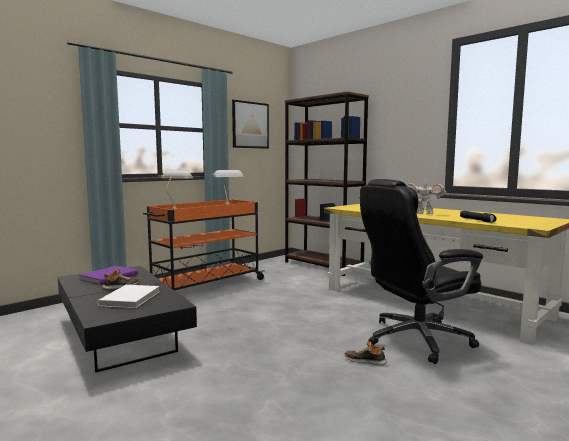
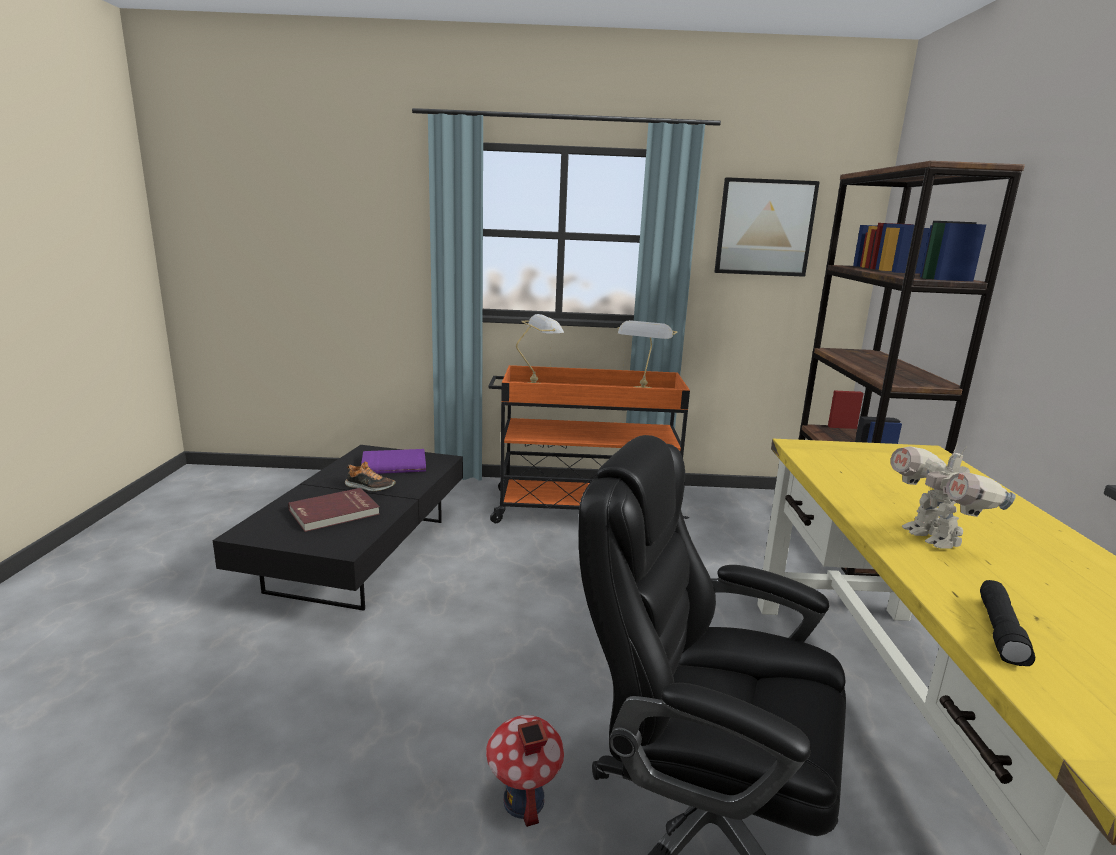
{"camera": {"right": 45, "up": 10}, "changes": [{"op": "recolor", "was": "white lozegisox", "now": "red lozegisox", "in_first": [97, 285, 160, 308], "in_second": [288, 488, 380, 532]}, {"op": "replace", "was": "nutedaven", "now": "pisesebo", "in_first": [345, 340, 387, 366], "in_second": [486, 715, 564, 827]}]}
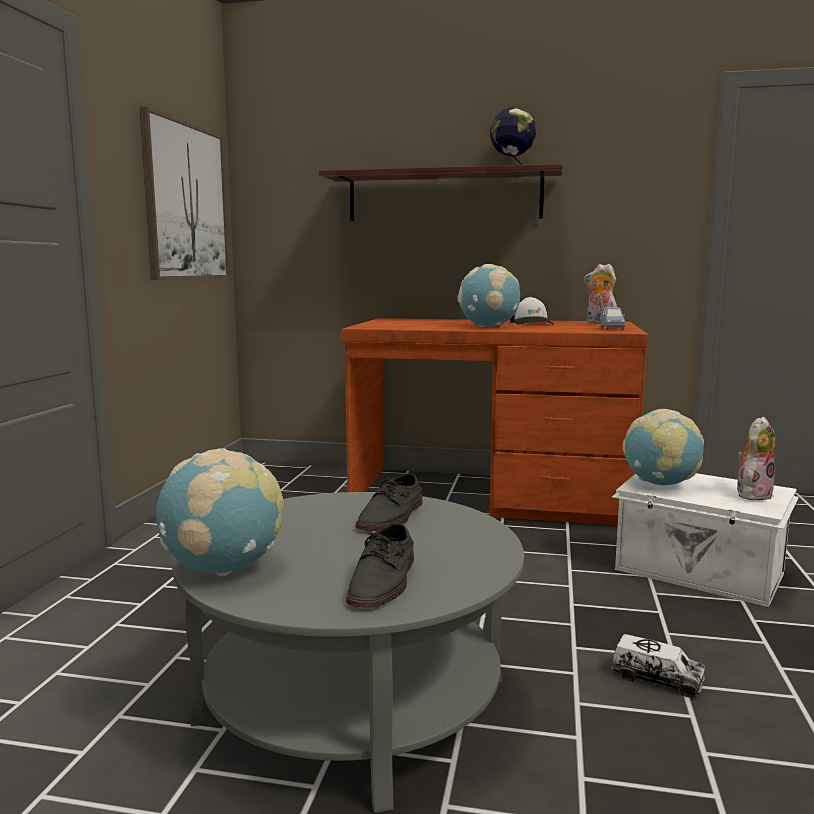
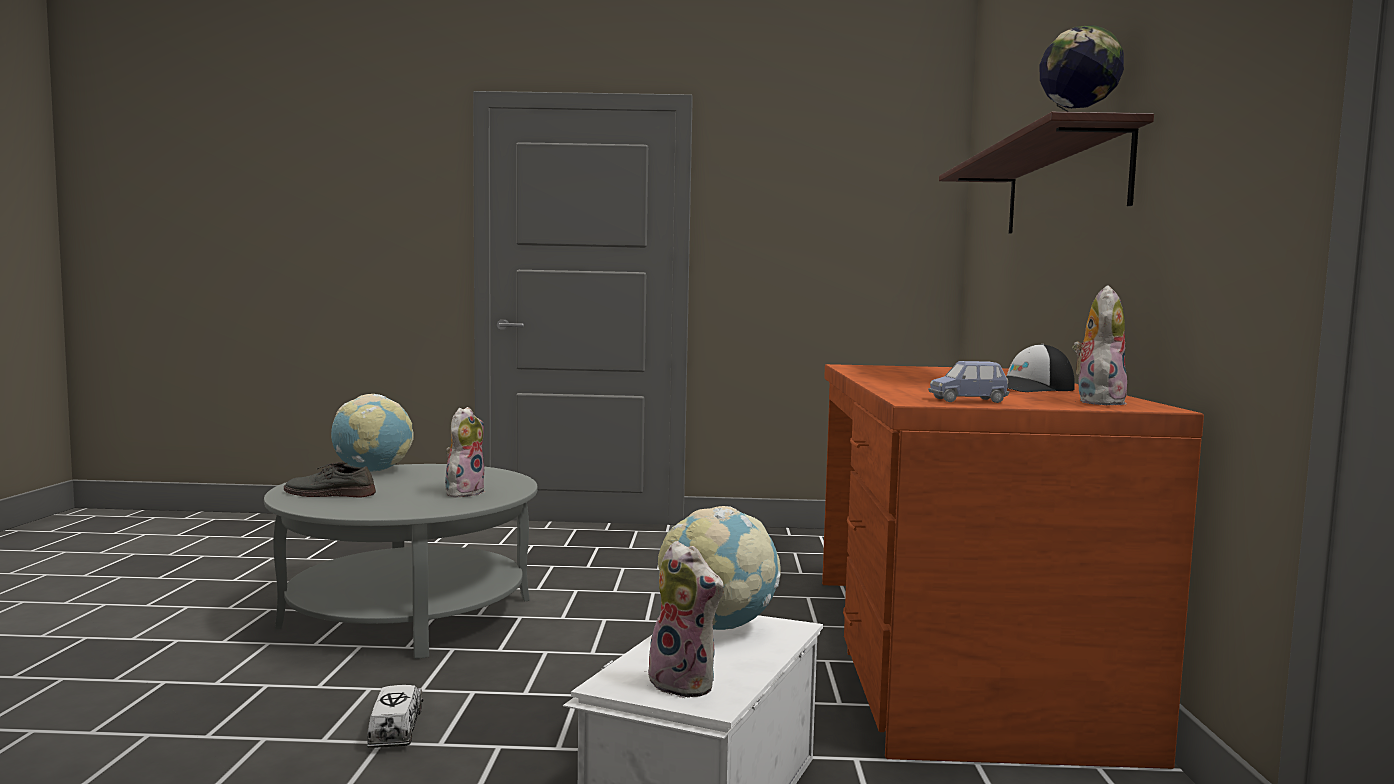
{"camera": {"right": 80, "up": -5}, "changes": [{"op": "rotate", "was": "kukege", "in_first": [611, 634, 705, 698], "in_second": [367, 685, 423, 748], "clockwise": 150}, {"op": "replace", "was": "grey nutedaven", "now": "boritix", "in_first": [356, 473, 423, 531], "in_second": [445, 407, 485, 497]}, {"op": "delete", "was": "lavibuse", "in_first": [139, 106, 230, 280]}, {"op": "delete", "was": "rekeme", "in_first": [457, 264, 520, 327]}]}
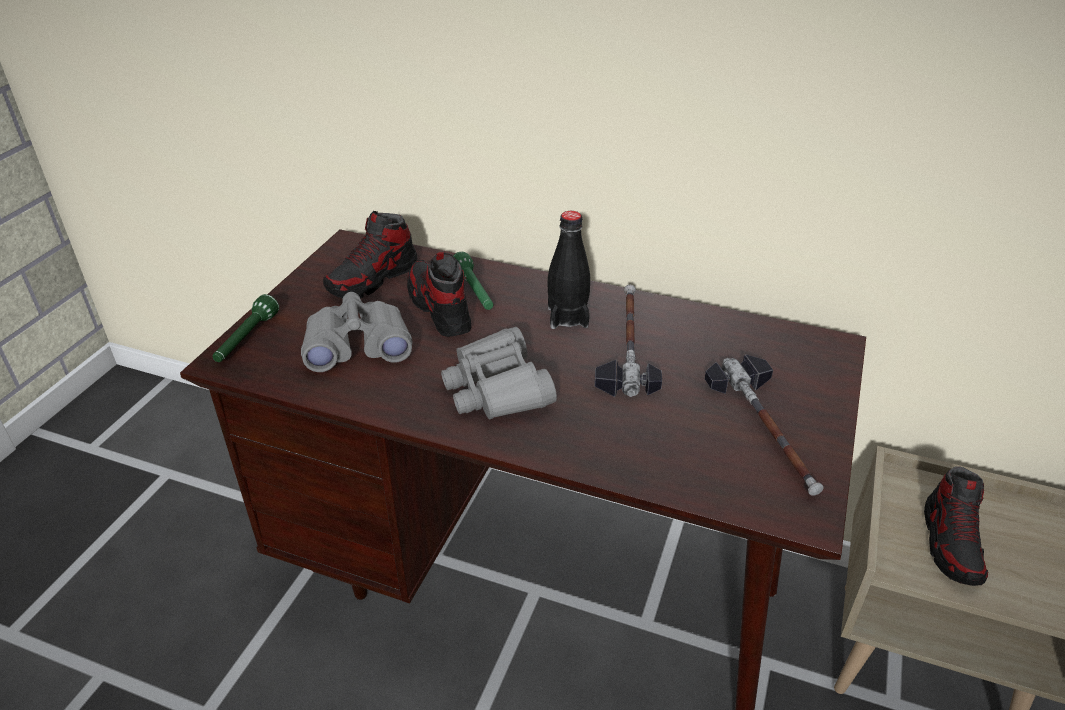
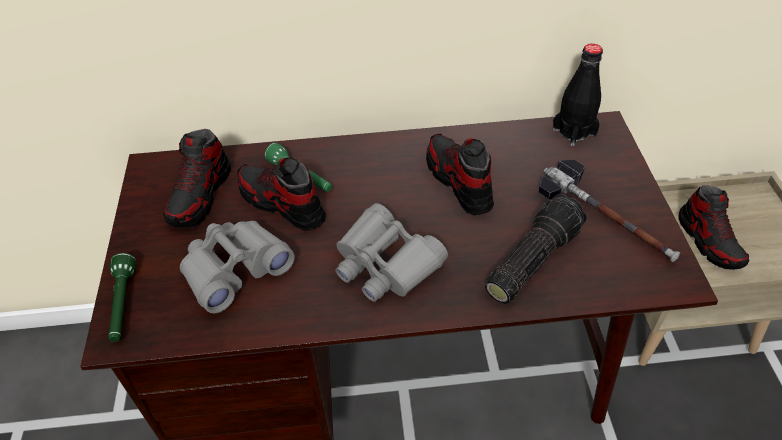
{"camera": {"right": -25, "up": 10}, "changes": [{"op": "replace", "was": "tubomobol", "now": "nutedaven", "in_first": [594, 285, 662, 397], "in_second": [426, 134, 494, 215]}, {"op": "insert", "now": "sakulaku", "in_second": [484, 194, 587, 304]}, {"op": "move", "was": "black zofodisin", "in_first": [547, 211, 590, 329], "in_second": [552, 44, 603, 146]}]}
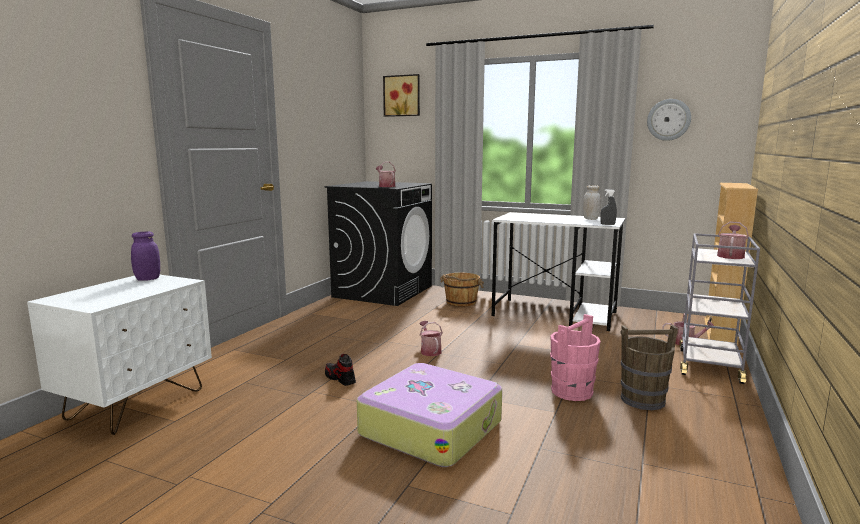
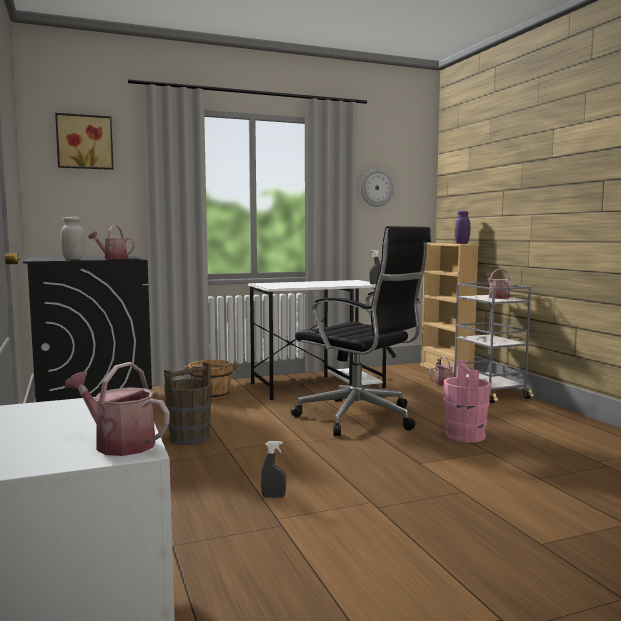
{"camera": {"right": -45, "up": -5}, "changes": [{"op": "move", "was": "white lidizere", "in_first": [583, 185, 601, 220], "in_second": [61, 217, 85, 260]}, {"op": "move", "was": "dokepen", "in_first": [419, 321, 443, 356], "in_second": [65, 362, 170, 456]}, {"op": "move", "was": "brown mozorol", "in_first": [621, 325, 678, 410], "in_second": [164, 362, 212, 445]}, {"op": "replace", "was": "nutedaven", "now": "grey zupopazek", "in_first": [325, 354, 356, 386], "in_second": [261, 441, 286, 498]}, {"op": "insert", "now": "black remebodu", "in_second": [291, 226, 431, 436]}, {"op": "move", "was": "purple lidizere", "in_first": [131, 231, 160, 281], "in_second": [455, 211, 470, 244]}, {"op": "delete", "was": "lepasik", "in_first": [357, 363, 502, 467]}]}
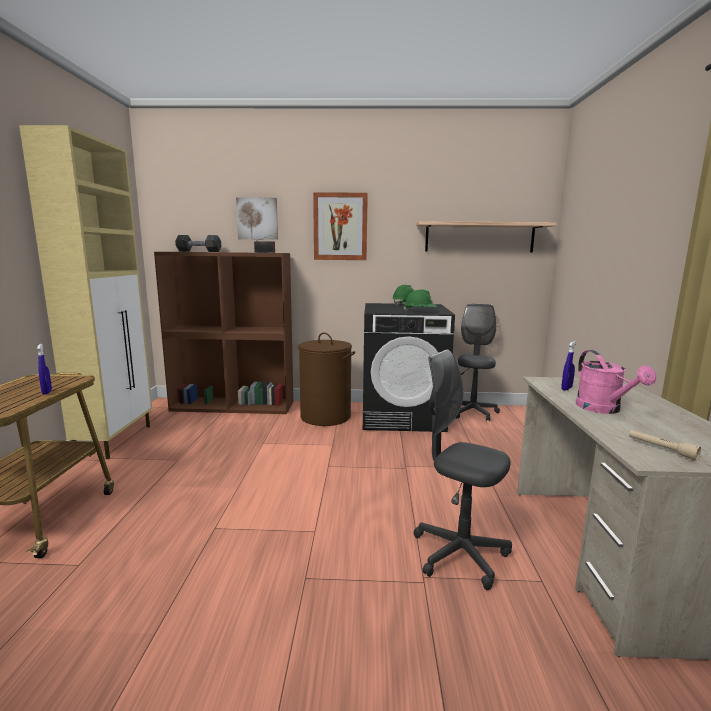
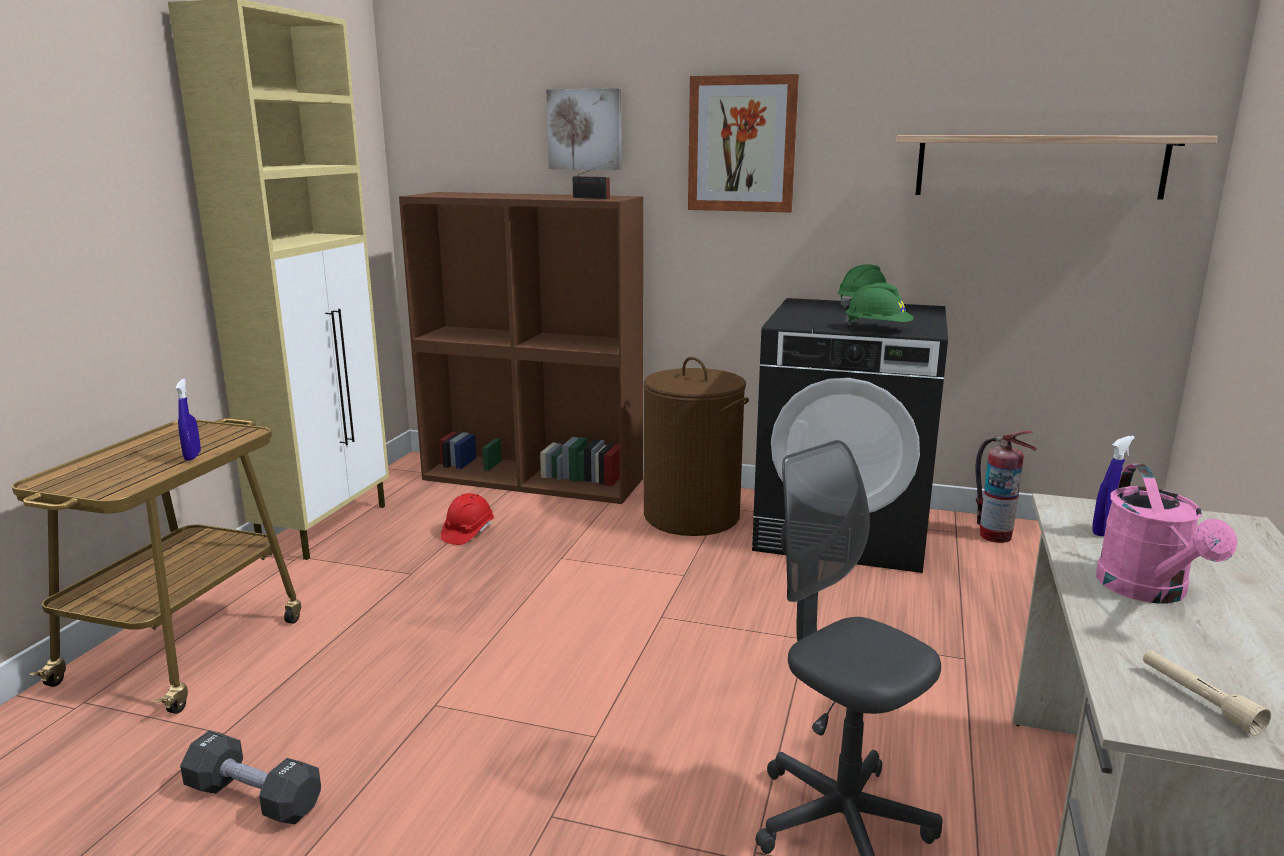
{"camera": {"right": 15, "up": 5}, "changes": [{"op": "move", "was": "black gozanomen", "in_first": [175, 235, 221, 252], "in_second": [180, 731, 321, 824]}, {"op": "insert", "now": "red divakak", "in_second": [441, 493, 494, 545]}, {"op": "replace", "was": "grey remebodu", "now": "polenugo", "in_first": [455, 304, 500, 422], "in_second": [975, 431, 1037, 543]}]}
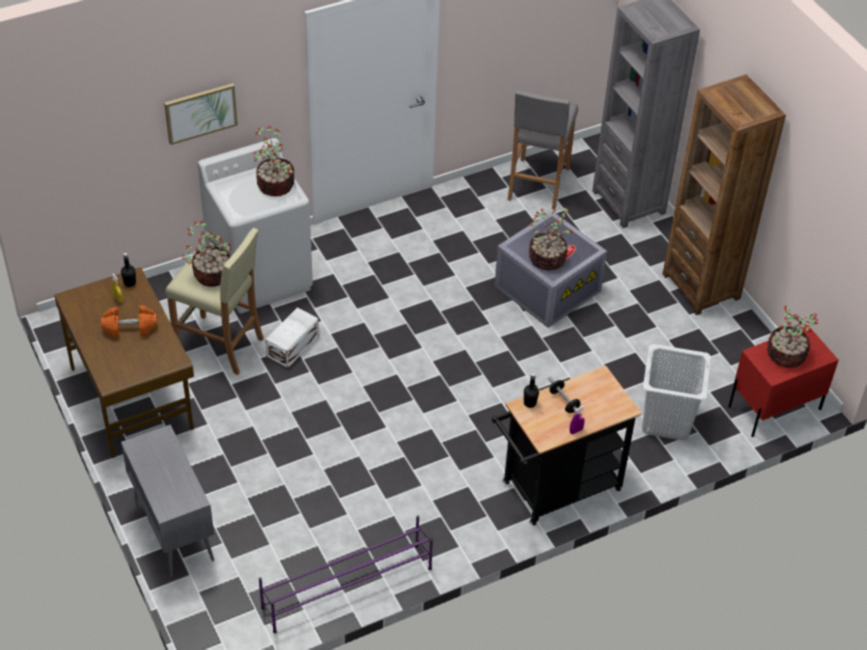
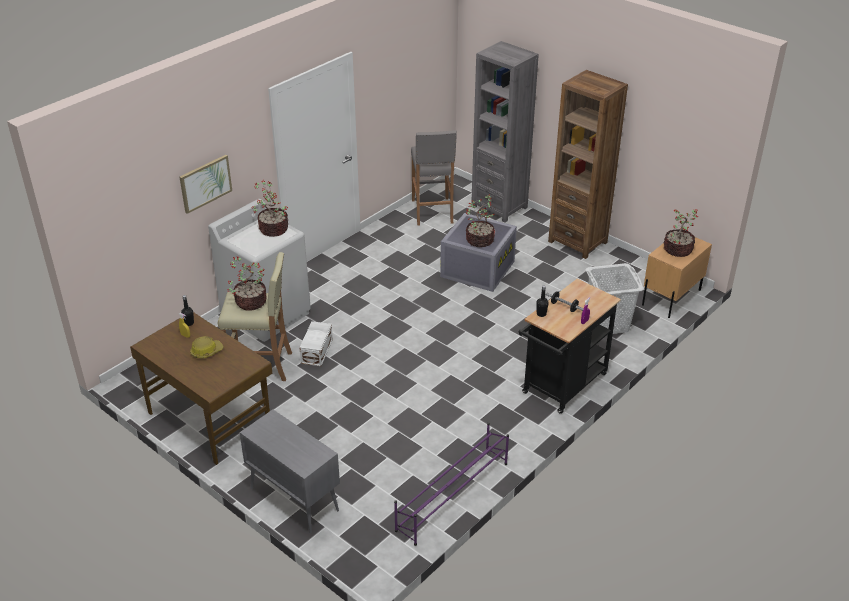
{"camera": {"right": -20, "up": -10}, "changes": [{"op": "replace", "was": "orange gozanomen", "now": "divakak", "in_first": [101, 306, 157, 337], "in_second": [190, 336, 223, 358]}, {"op": "recolor", "was": "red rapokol", "now": "beige rapokol", "in_first": [728, 326, 839, 437], "in_second": [642, 237, 712, 318]}]}
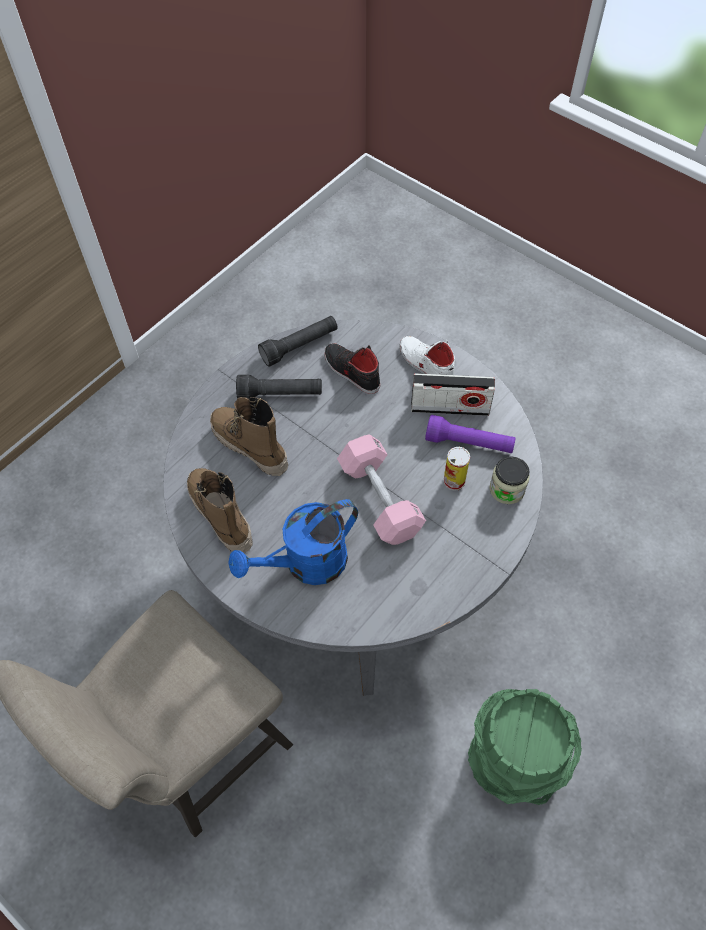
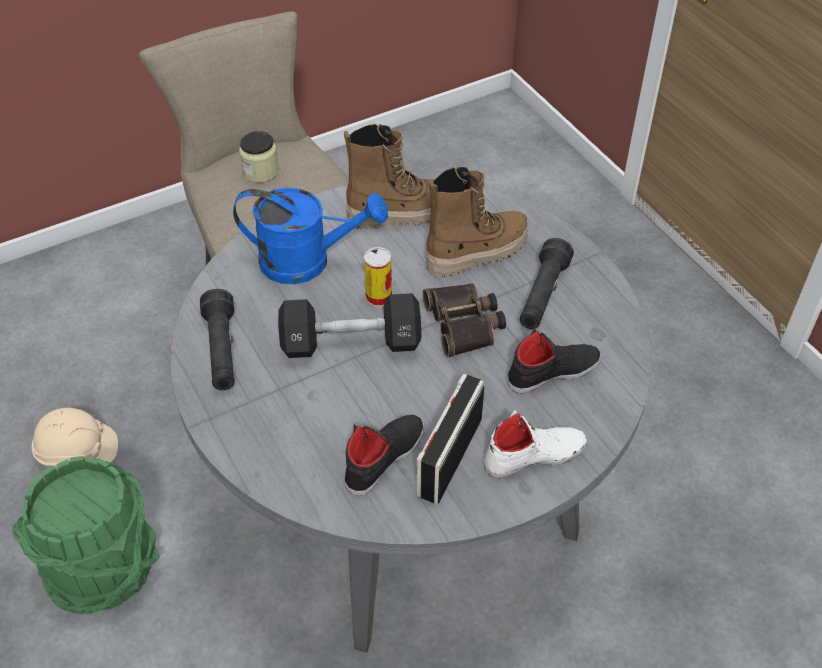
{"camera": {"right": 110, "up": -10}, "changes": [{"op": "insert", "now": "beige divakak", "in_second": [32, 408, 118, 466]}, {"op": "move", "was": "black sakulaku", "in_first": [258, 316, 338, 367], "in_second": [200, 289, 234, 390]}, {"op": "rotate", "was": "blue dokepen", "in_first": [229, 499, 358, 585], "in_second": [233, 187, 388, 284], "clockwise": 105}, {"op": "move", "was": "lidizere", "in_first": [489, 456, 530, 504], "in_second": [239, 131, 279, 183]}, {"op": "recolor", "was": "pink gozanomen", "now": "black gozanomen", "in_first": [337, 434, 426, 545], "in_second": [278, 293, 421, 358]}, {"op": "replace", "was": "purple sakulaku", "now": "black nutedaven", "in_first": [425, 415, 516, 453], "in_second": [344, 414, 424, 496]}, {"op": "move", "was": "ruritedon", "in_first": [443, 447, 470, 491], "in_second": [364, 247, 392, 307]}, {"op": "insert", "now": "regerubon", "in_second": [423, 283, 506, 357]}]}
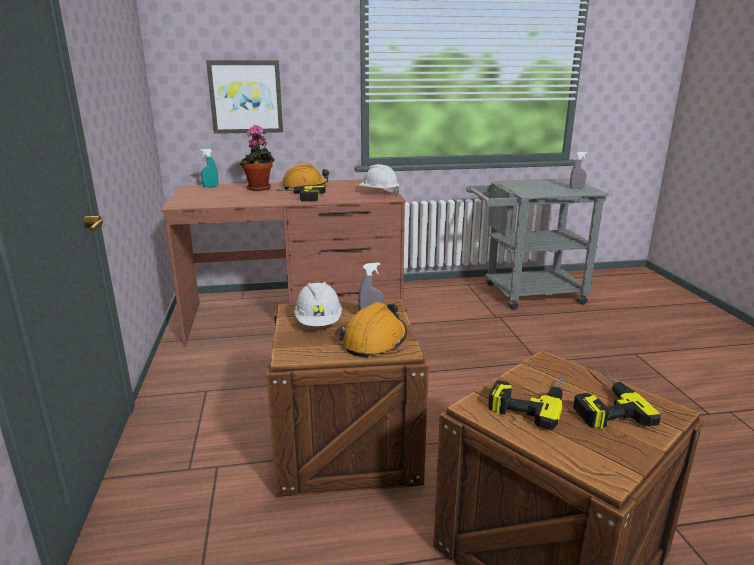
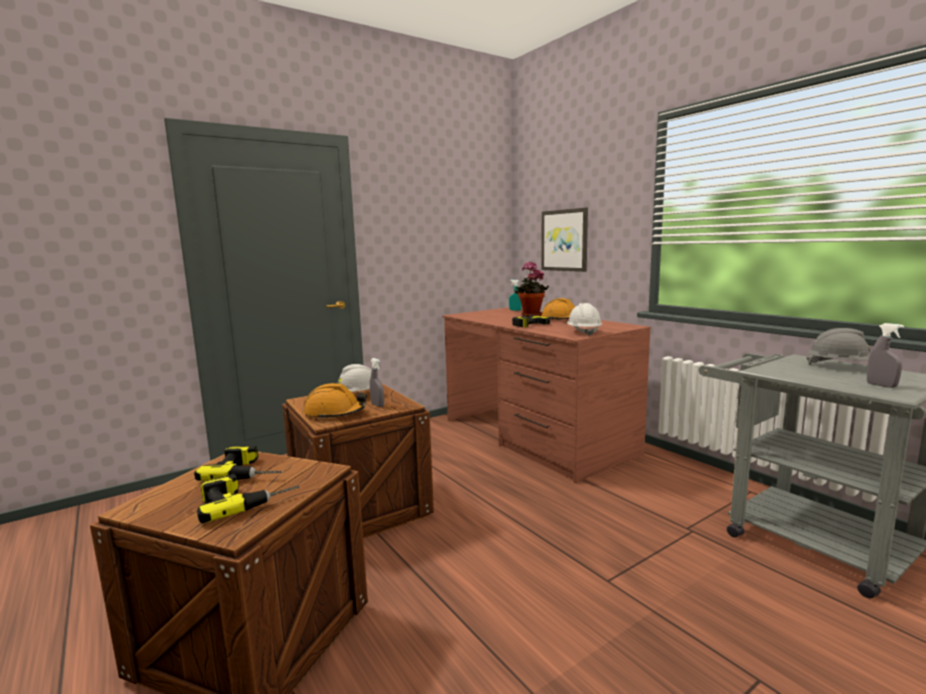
{"camera": {"right": 65, "up": -10}, "changes": [{"op": "insert", "now": "grey divakak", "in_second": [806, 328, 871, 365]}]}
